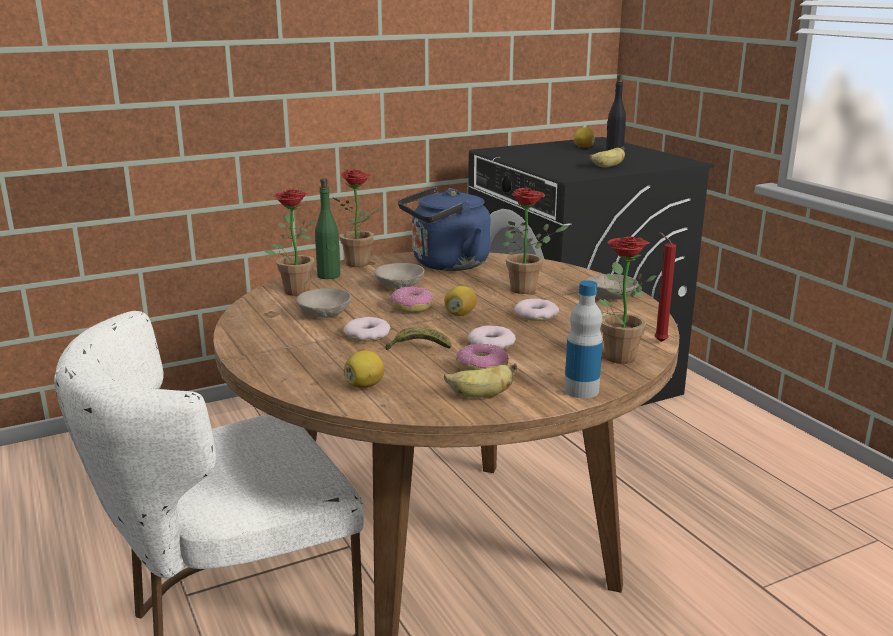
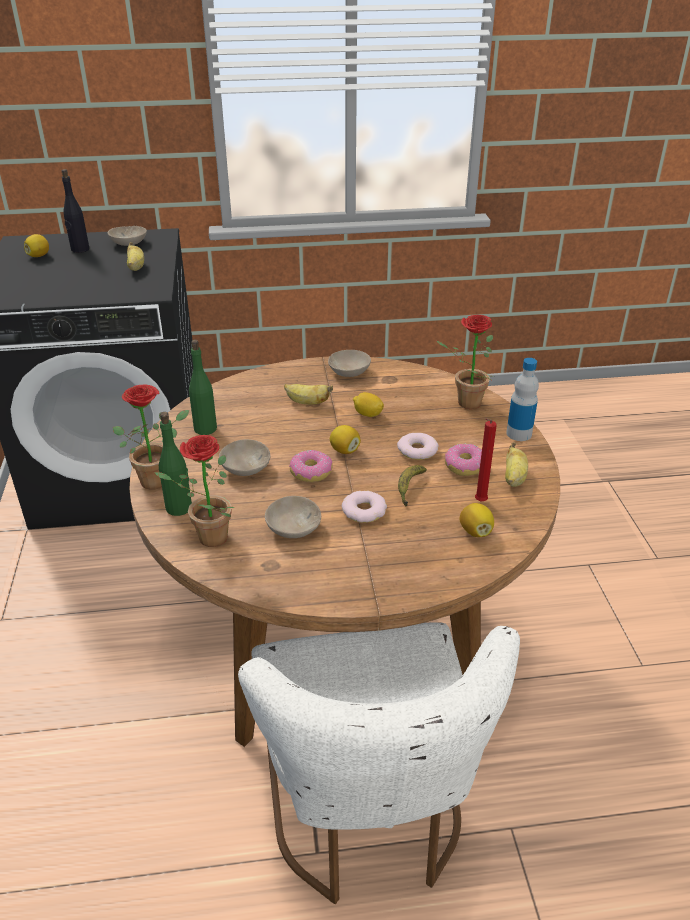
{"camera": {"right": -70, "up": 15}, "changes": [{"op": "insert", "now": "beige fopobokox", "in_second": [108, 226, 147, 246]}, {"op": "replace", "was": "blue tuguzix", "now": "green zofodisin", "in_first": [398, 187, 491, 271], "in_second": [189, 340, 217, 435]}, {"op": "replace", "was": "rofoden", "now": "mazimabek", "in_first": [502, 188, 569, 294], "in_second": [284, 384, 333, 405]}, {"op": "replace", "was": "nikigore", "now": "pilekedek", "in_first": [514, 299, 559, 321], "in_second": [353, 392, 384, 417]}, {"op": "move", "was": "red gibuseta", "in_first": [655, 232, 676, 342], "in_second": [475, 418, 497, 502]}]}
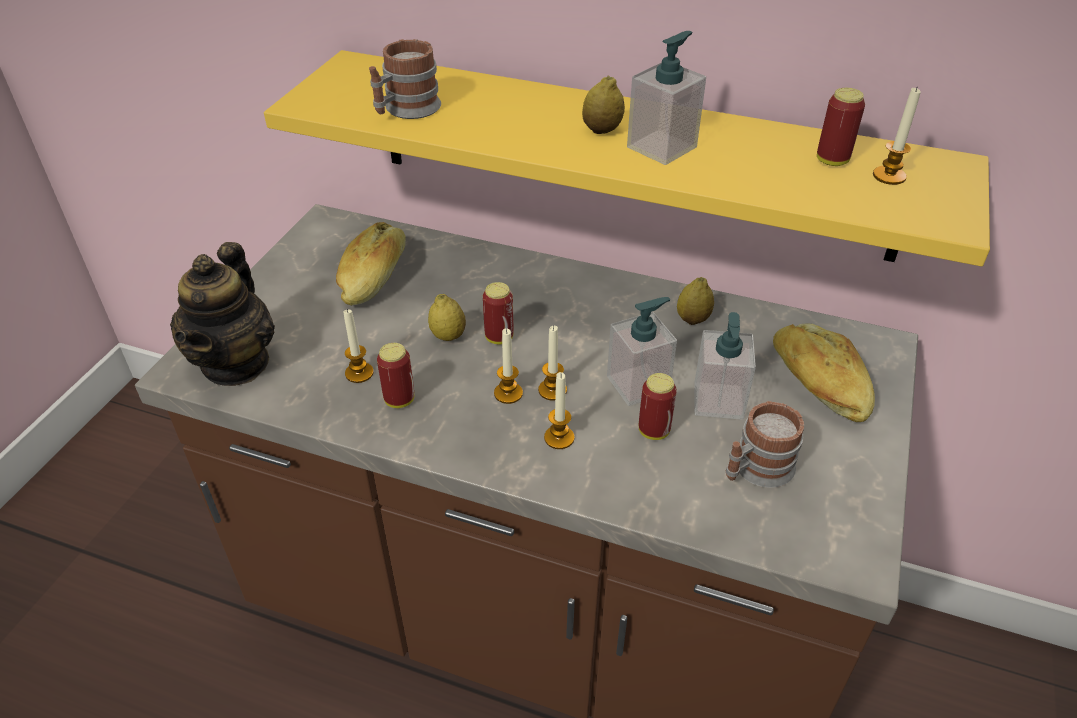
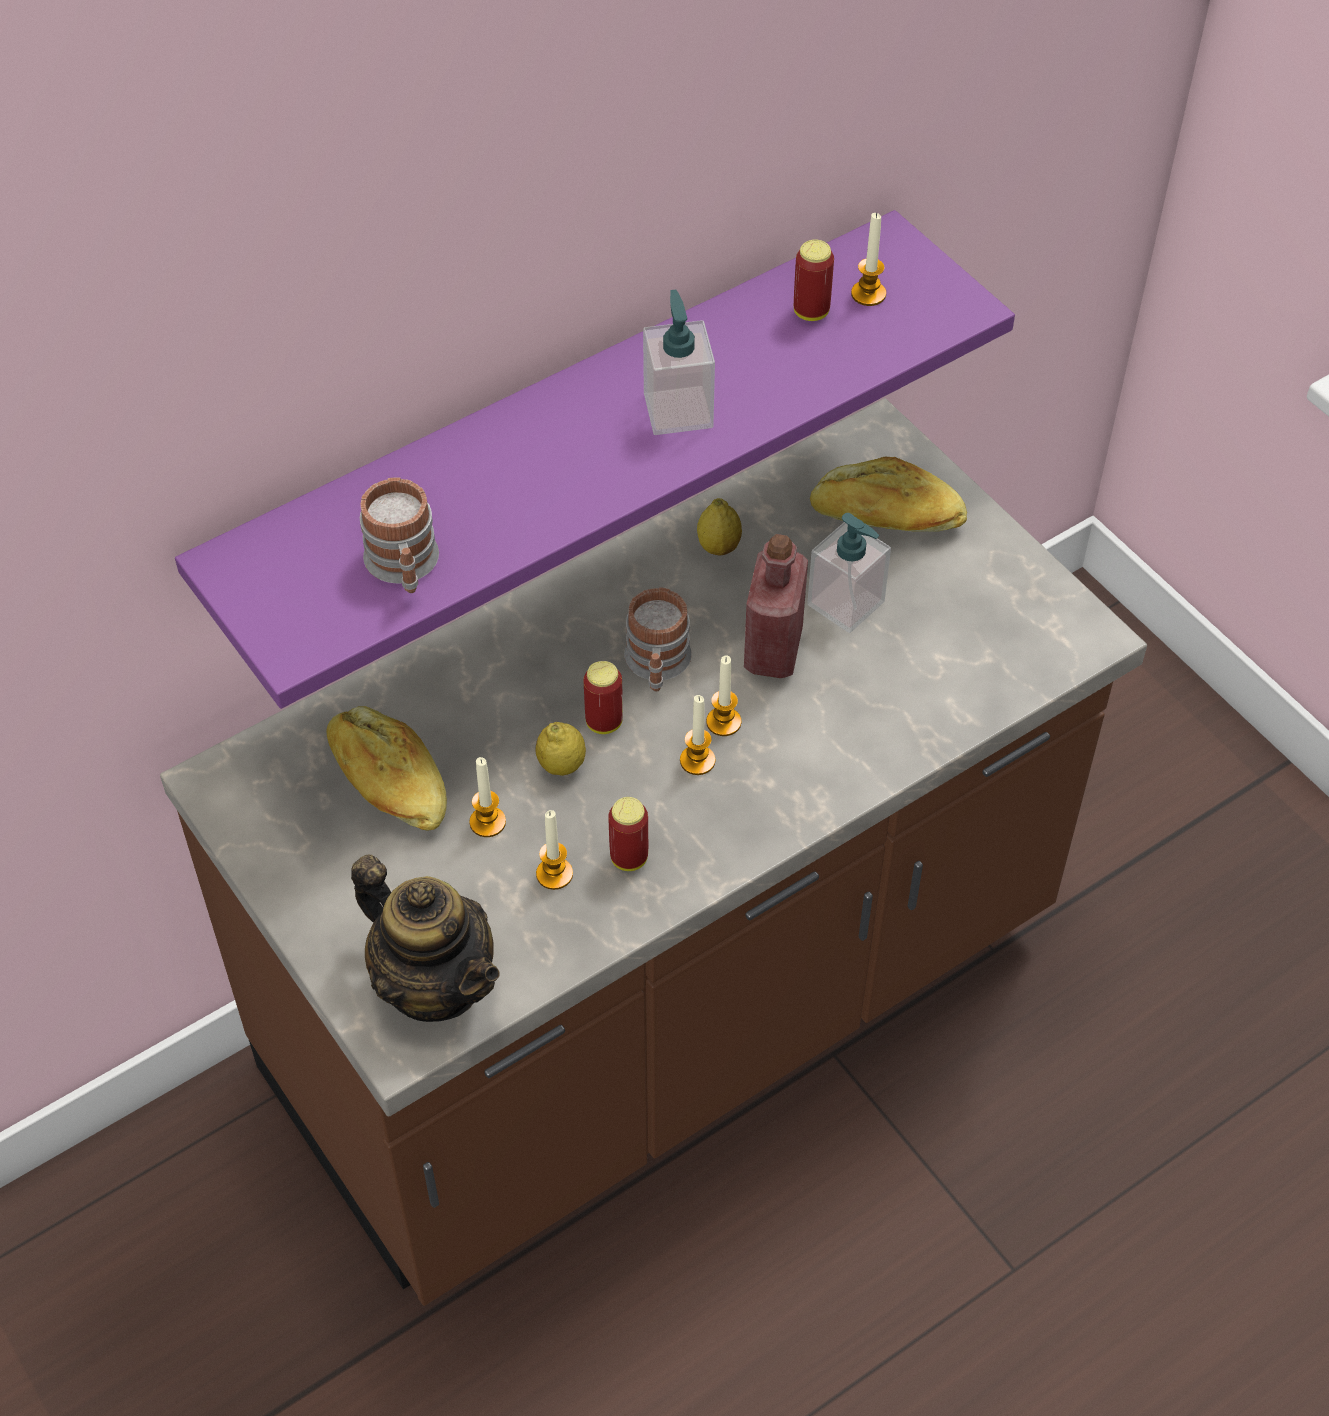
{"camera": {"right": -55, "up": 10}, "changes": [{"op": "recolor", "was": "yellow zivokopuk", "now": "purple zivokopuk", "in_first": [264, 50, 990, 266], "in_second": [175, 210, 1015, 709]}, {"op": "move", "was": "gibuseta", "in_first": [544, 372, 575, 449], "in_second": [469, 757, 506, 837]}, {"op": "move", "was": "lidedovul", "in_first": [726, 401, 804, 488], "in_second": [624, 587, 692, 692]}, {"op": "replace", "was": "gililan", "now": "red zofodisin", "in_first": [607, 297, 677, 406], "in_second": [744, 534, 808, 678]}, {"op": "delete", "was": "pilekedek", "in_first": [582, 75, 625, 134]}, {"op": "delete", "was": "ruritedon", "in_first": [639, 373, 677, 440]}]}
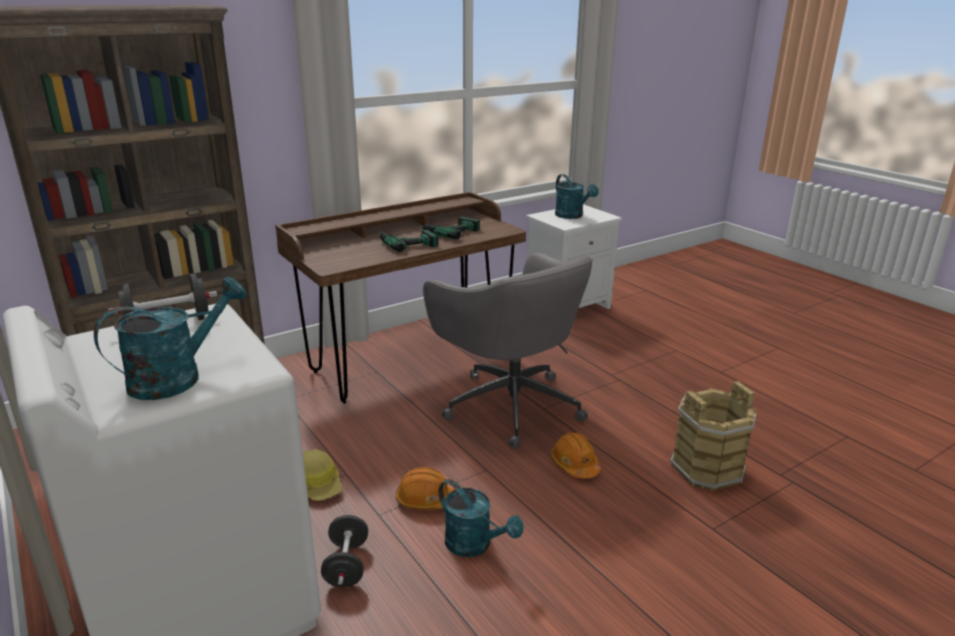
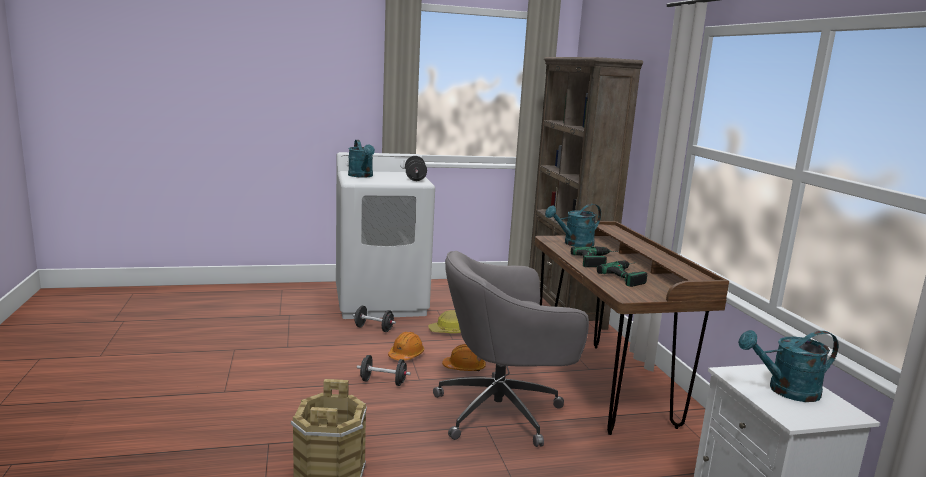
{"camera": {"right": 110, "up": -10}, "changes": [{"op": "insert", "now": "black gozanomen", "in_second": [357, 355, 411, 386]}, {"op": "move", "was": "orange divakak", "in_first": [551, 432, 601, 479], "in_second": [442, 344, 486, 371]}, {"op": "move", "was": "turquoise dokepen", "in_first": [439, 479, 524, 557], "in_second": [545, 204, 601, 247]}]}
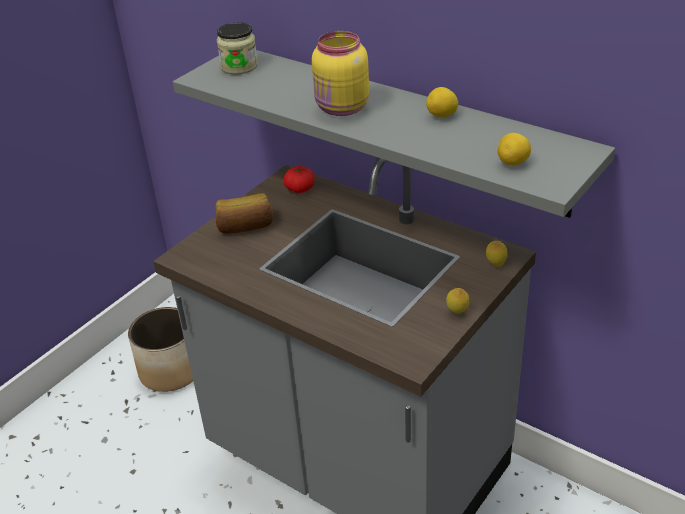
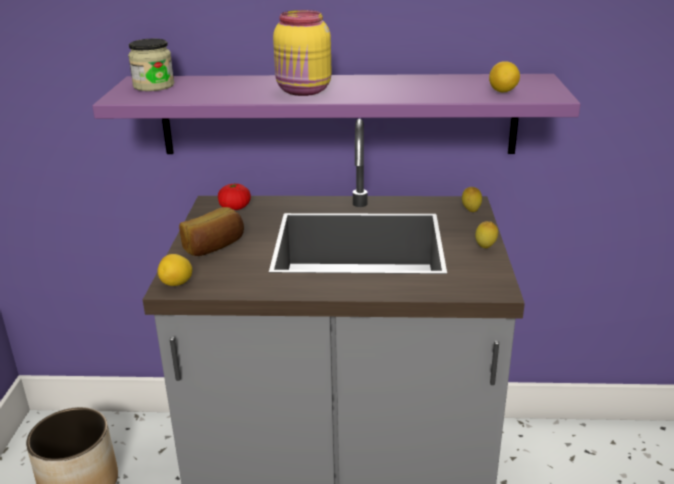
{"camera": {"right": -35, "up": -10}, "changes": [{"op": "recolor", "was": "grey zivokopuk", "now": "purple zivokopuk", "in_first": [173, 50, 615, 218], "in_second": [92, 74, 581, 154]}, {"op": "move", "was": "pilekedek", "in_first": [426, 87, 458, 117], "in_second": [157, 254, 192, 286]}]}
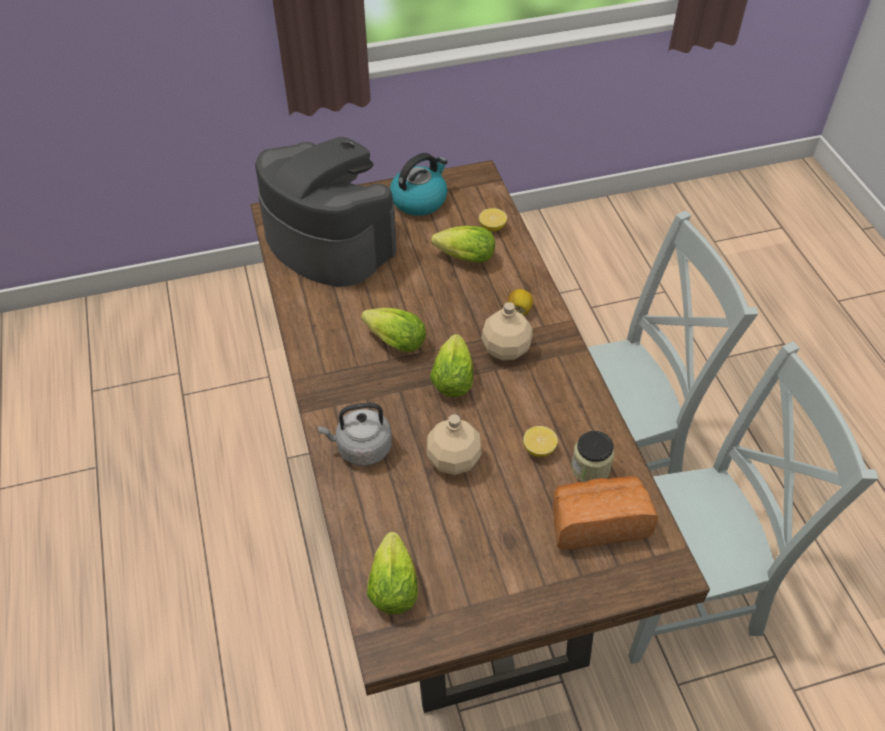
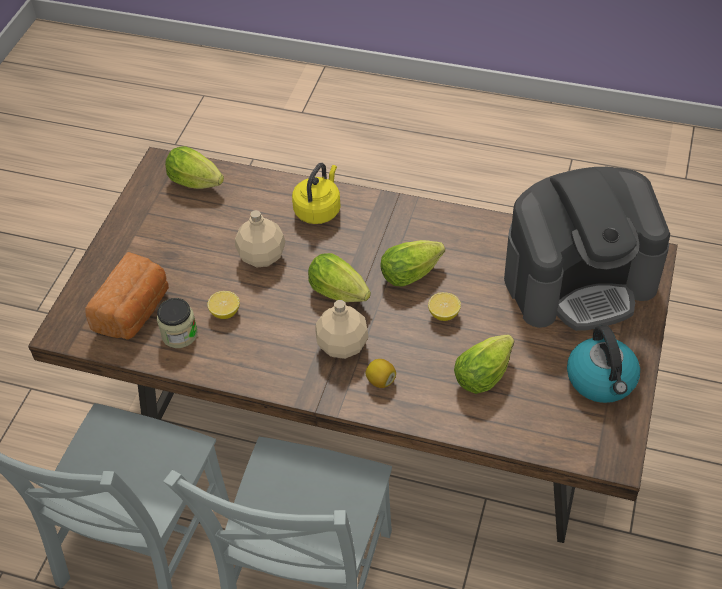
{"camera": {"right": 125, "up": 0}, "changes": [{"op": "recolor", "was": "grey tuguzix", "now": "yellow tuguzix", "in_first": [318, 403, 392, 466], "in_second": [292, 163, 341, 224]}, {"op": "move", "was": "pilekedek", "in_first": [479, 208, 507, 231], "in_second": [428, 292, 461, 321]}]}
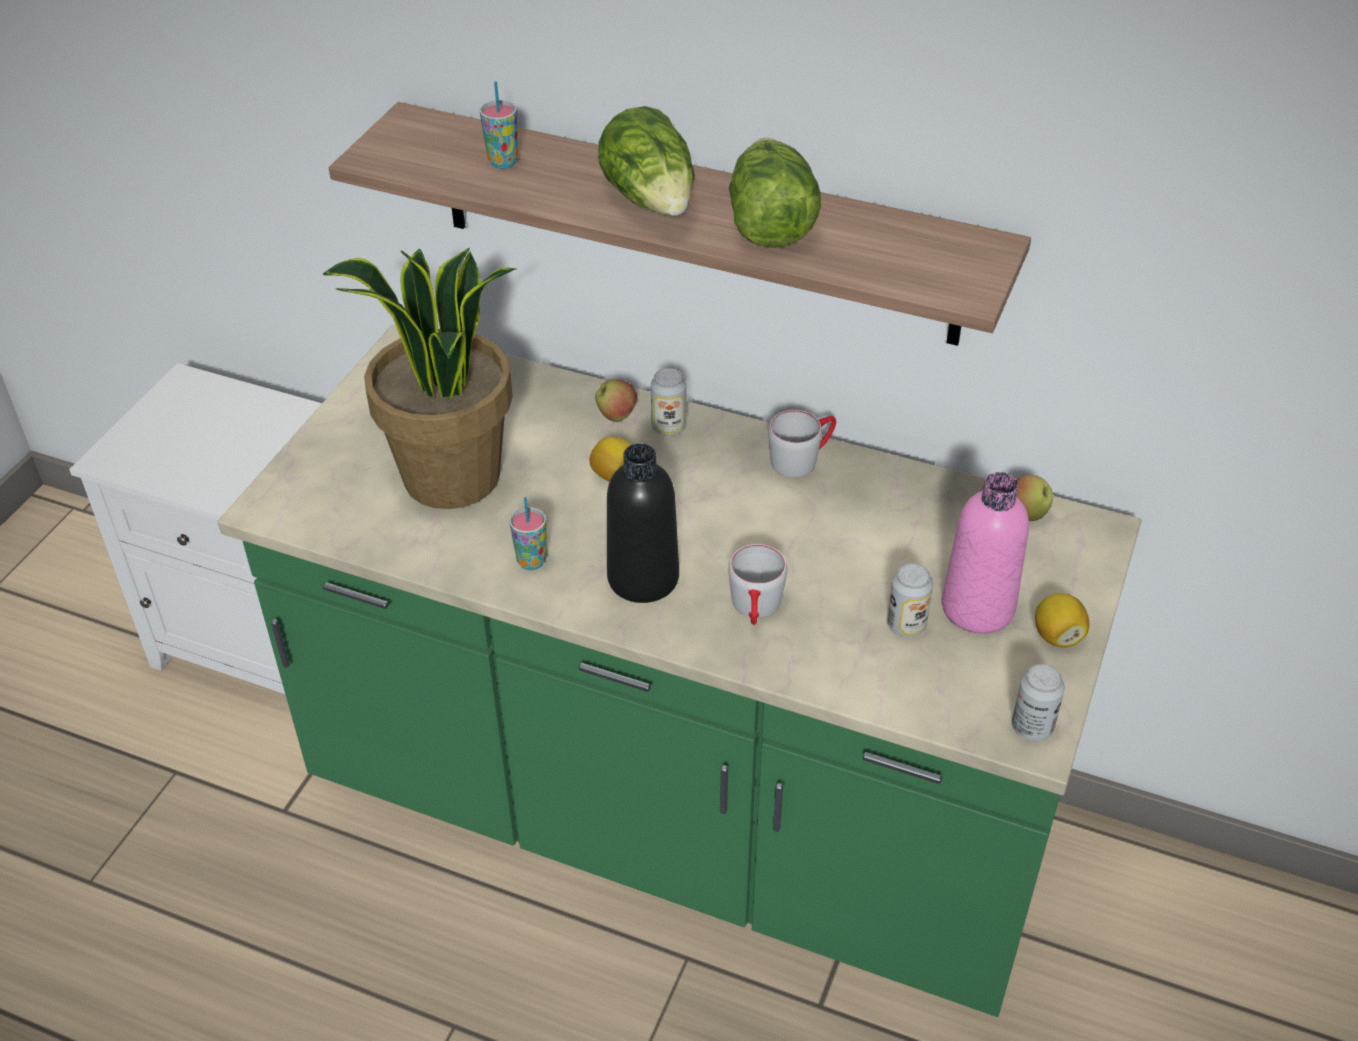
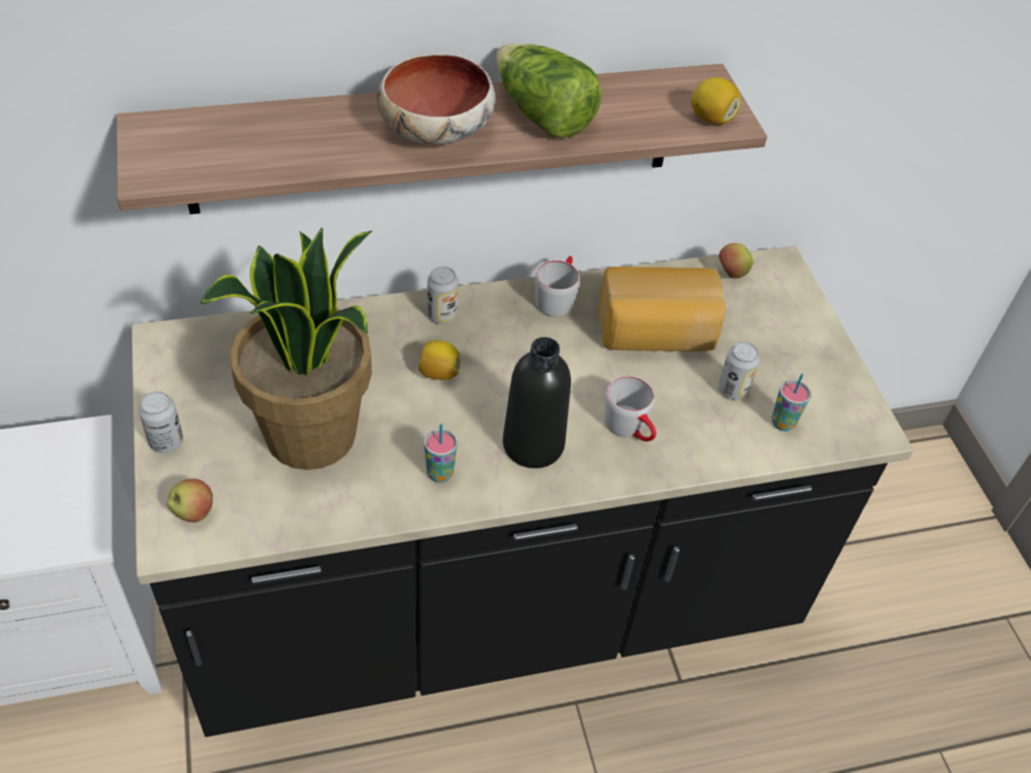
{"camera": {"right": -40, "up": 5}, "changes": [{"op": "recolor", "was": "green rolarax", "now": "black rolarax", "in_first": [218, 325, 1142, 1017], "in_second": [132, 246, 914, 737]}, {"op": "move", "was": "ruritedon", "in_first": [1012, 664, 1065, 741], "in_second": [139, 391, 183, 453]}, {"op": "move", "was": "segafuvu", "in_first": [595, 379, 637, 422], "in_second": [167, 479, 213, 522]}, {"op": "replace", "was": "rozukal", "now": "fopobokox", "in_first": [598, 106, 695, 216], "in_second": [377, 54, 495, 144]}, {"op": "insert", "now": "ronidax", "in_second": [599, 267, 726, 351]}, {"op": "move", "was": "pilekedek", "in_first": [1035, 593, 1089, 647], "in_second": [691, 77, 741, 124]}, {"op": "move", "was": "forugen", "in_first": [480, 81, 518, 169], "in_second": [772, 374, 811, 431]}, {"op": "delete", "was": "pink zofodisin", "in_first": [942, 472, 1029, 633]}]}
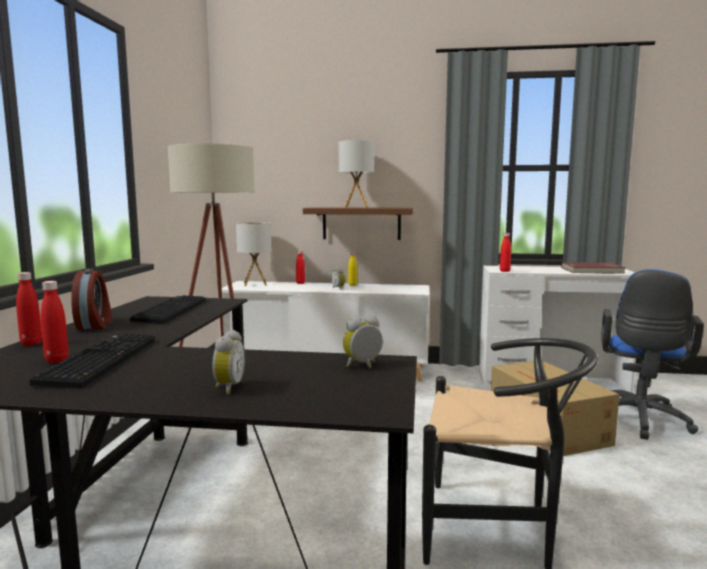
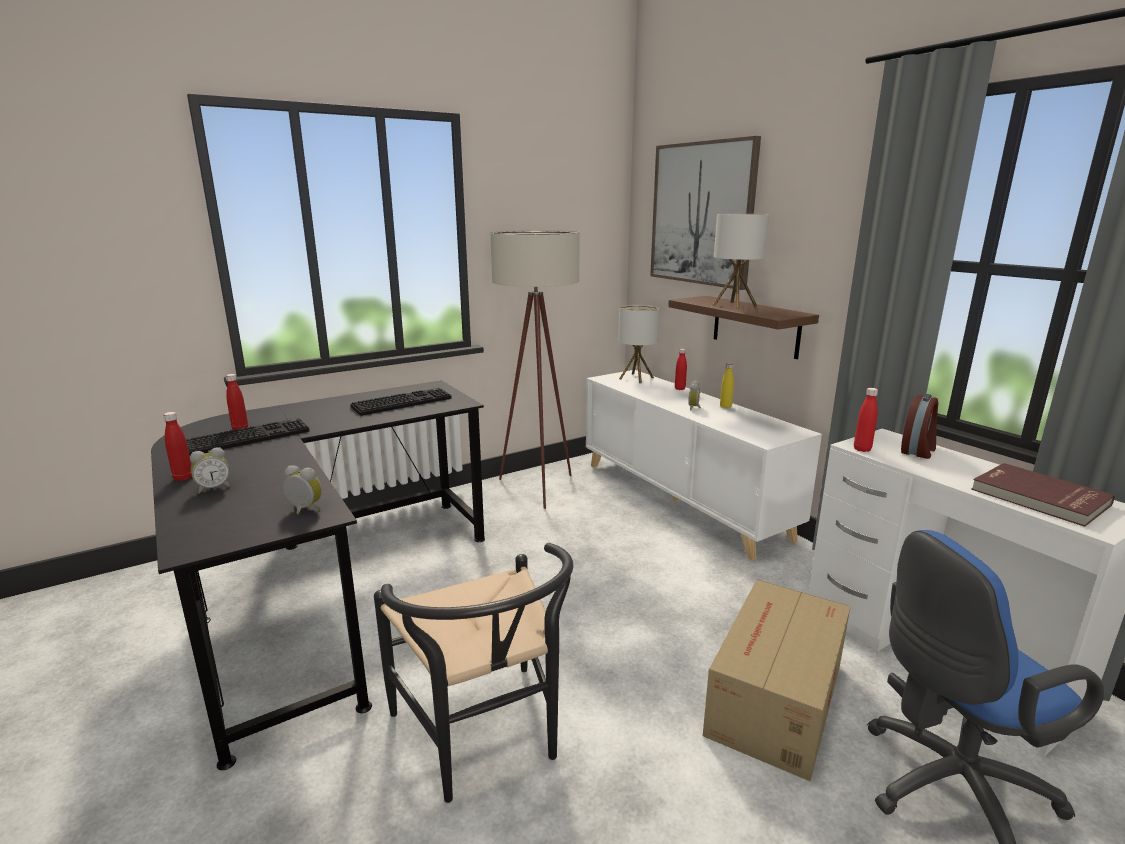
{"camera": {"right": 50, "up": 10}, "changes": [{"op": "move", "was": "red zofodisin", "in_first": [16, 272, 42, 346], "in_second": [163, 412, 192, 481]}, {"op": "insert", "now": "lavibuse", "in_second": [650, 136, 761, 290]}, {"op": "move", "was": "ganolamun", "in_first": [71, 269, 113, 330], "in_second": [901, 394, 938, 459]}]}
